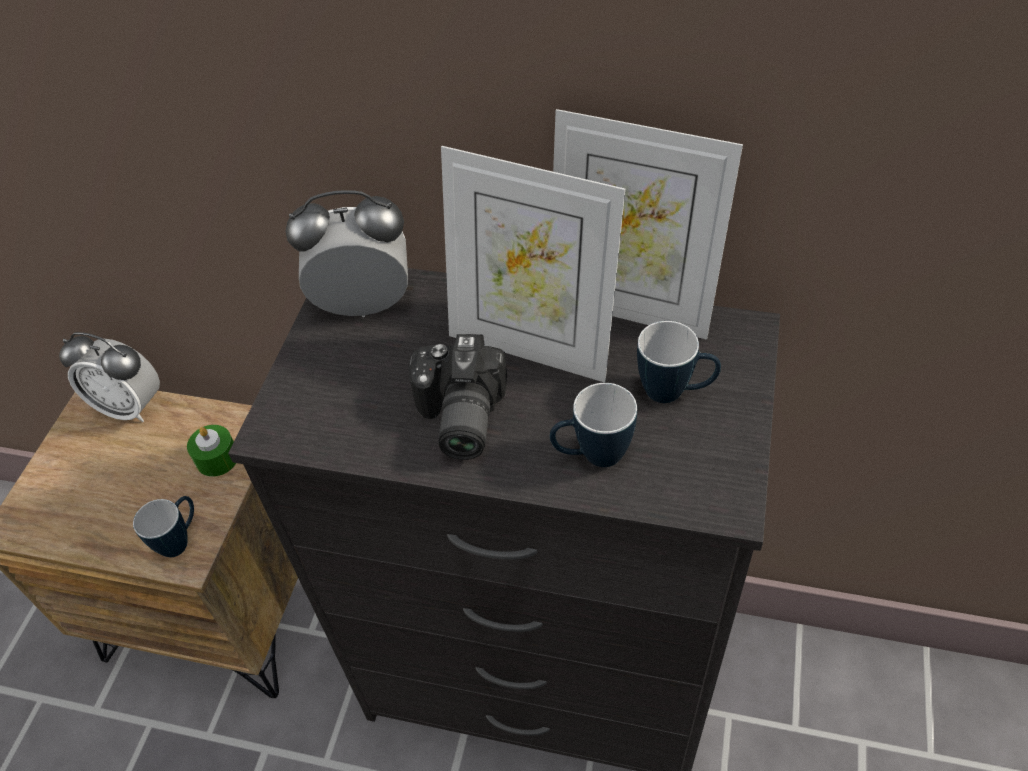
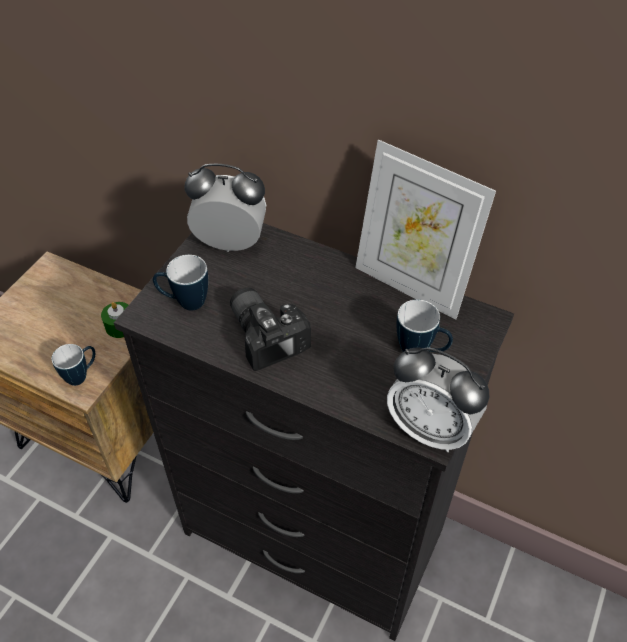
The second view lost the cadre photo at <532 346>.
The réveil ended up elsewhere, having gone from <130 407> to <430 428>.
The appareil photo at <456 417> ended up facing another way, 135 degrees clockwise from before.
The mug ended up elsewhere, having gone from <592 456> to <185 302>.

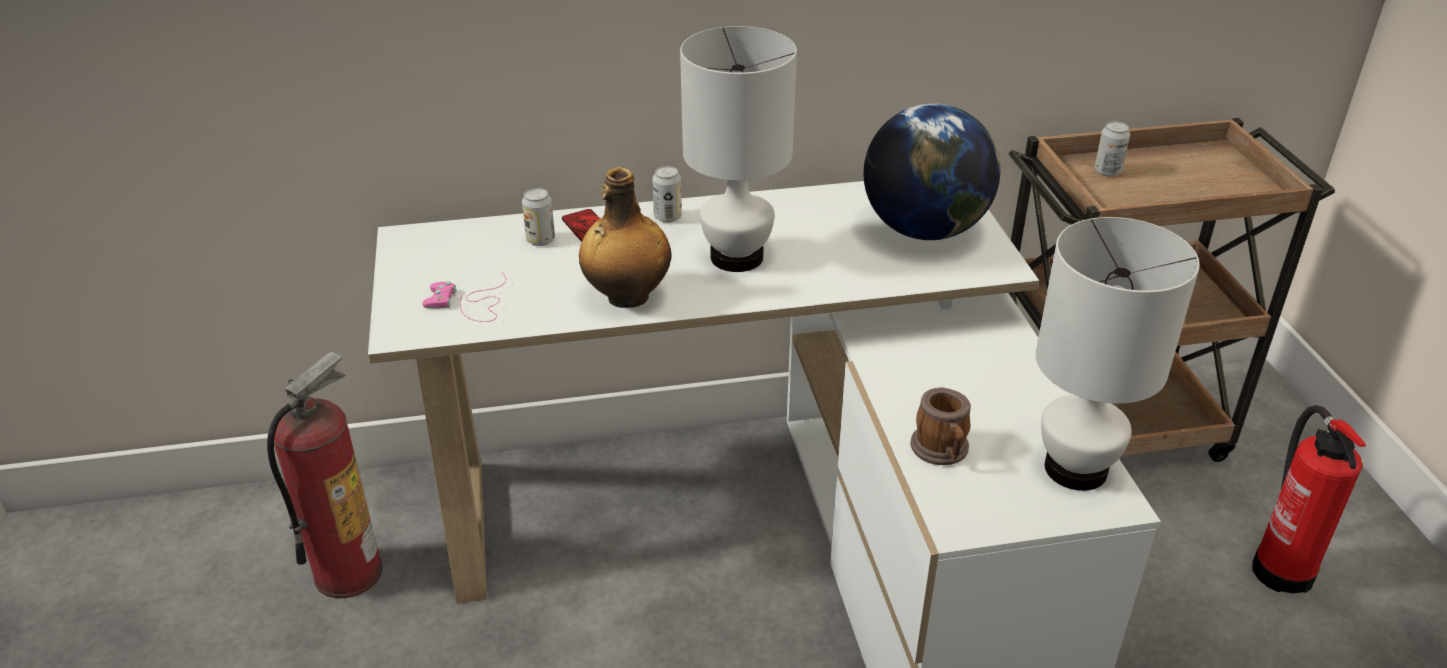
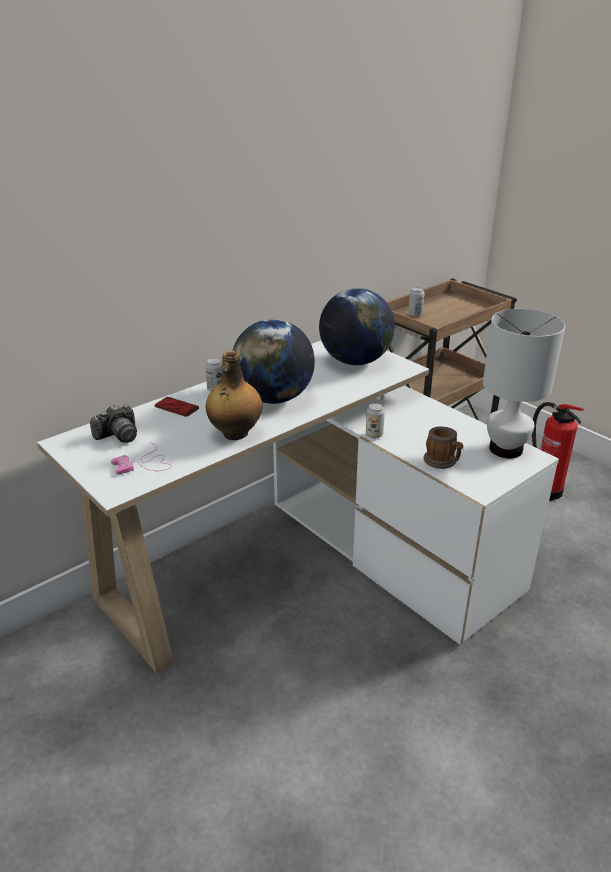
Where the lampe de table/blanc stood at <735 257>, the globe came to stand at <273 398>.
The boîte métallique ended up elsewhere, having gone from <540 240> to <374 435>.
The second view lost the extincteur at <348 572>.
The second view gained the appareil photo at <118 435>.

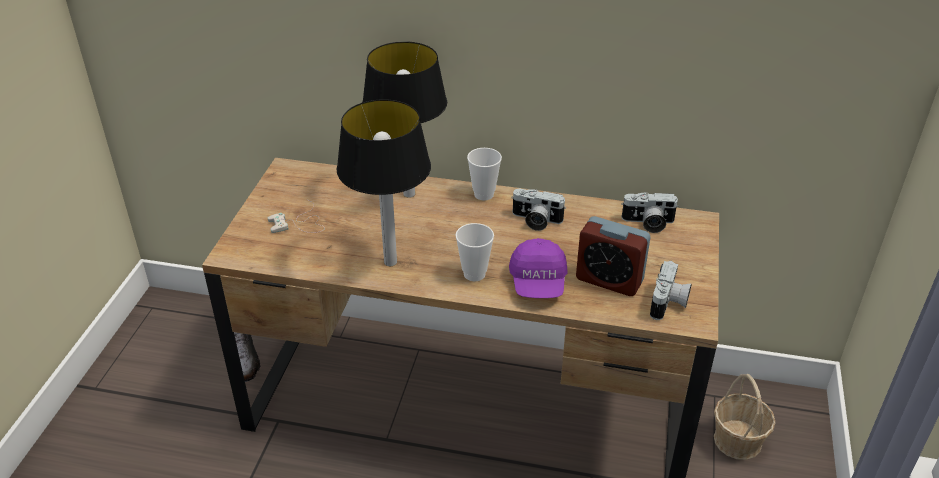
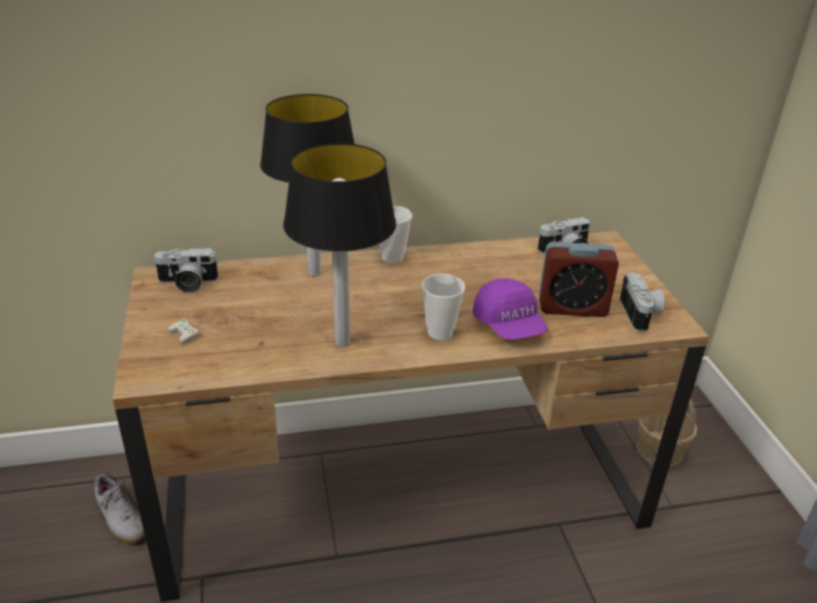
The appareil photo ended up elsewhere, having gone from <535 221> to <187 283>.

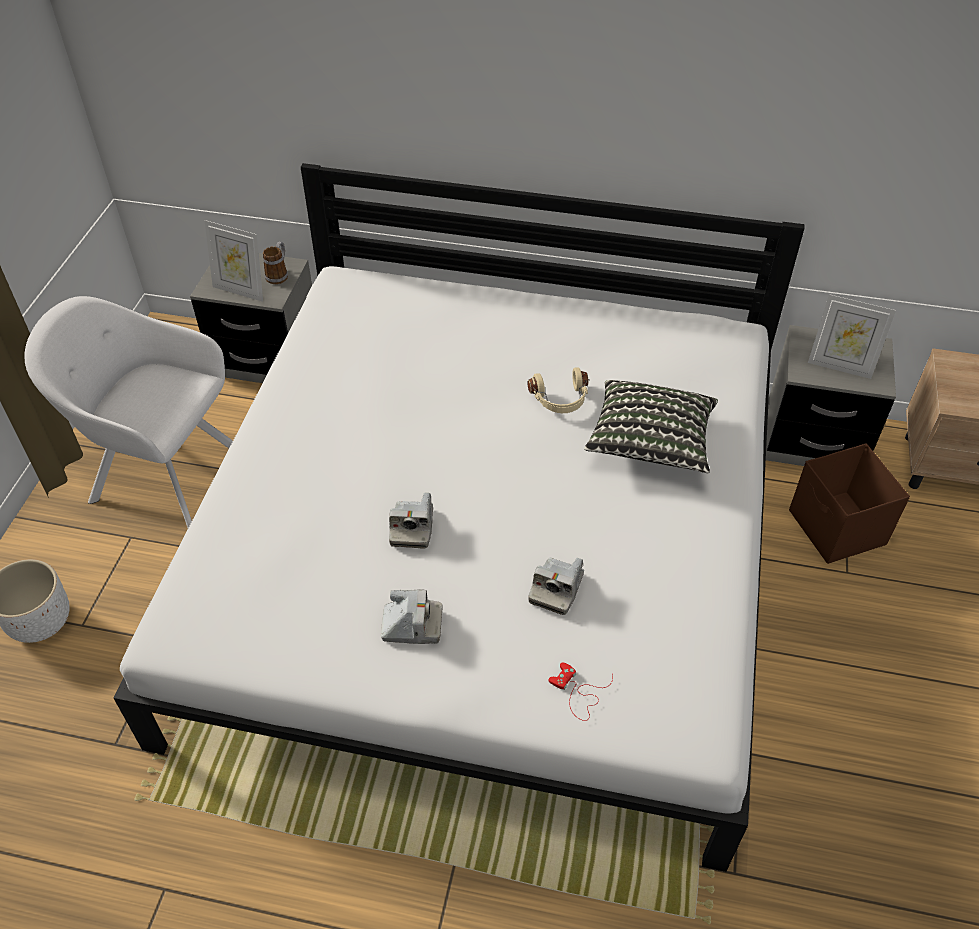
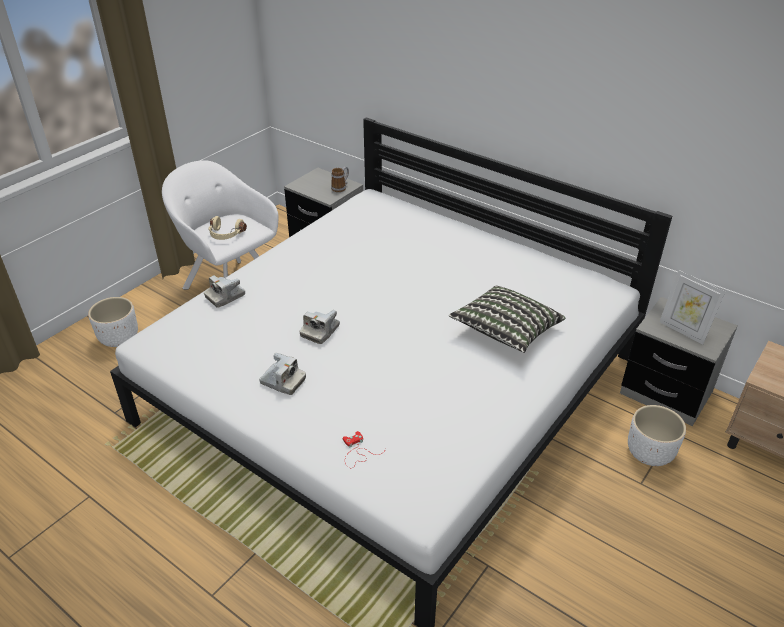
The second view lost the cadre photo at <240 290>.
The casque audio/beige ended up elsewhere, having gone from <560 400> to <225 235>.
Where the boîte de rangement/marron stood at <836 529>, the cache-pot/blanc came to stand at <650 453>.
The appareil photo ended up elsewhere, having gone from <556 589> to <225 296>.

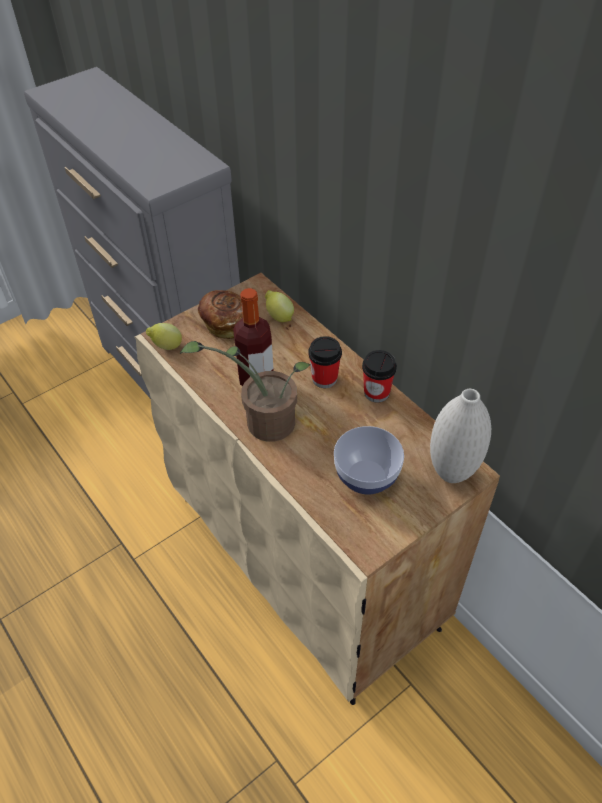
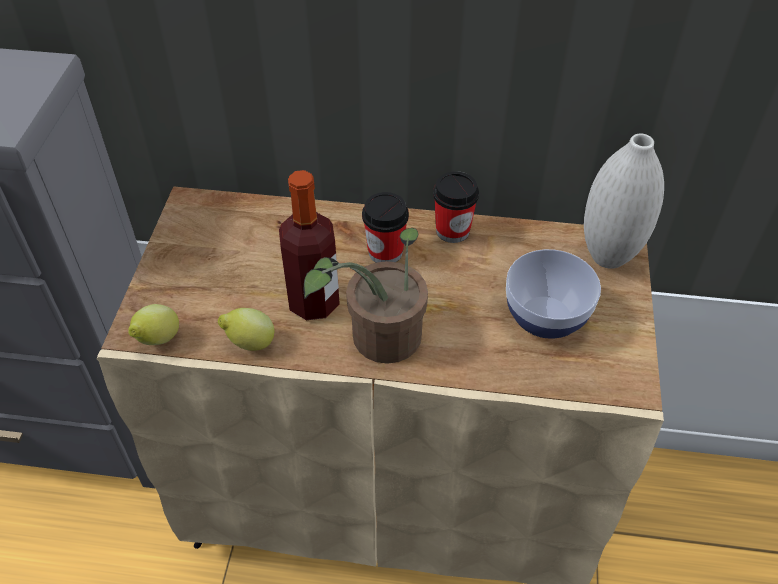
The second view lost the pain at <226 323>.
The citron ended up elsewhere, having gone from <279 317> to <249 343>.

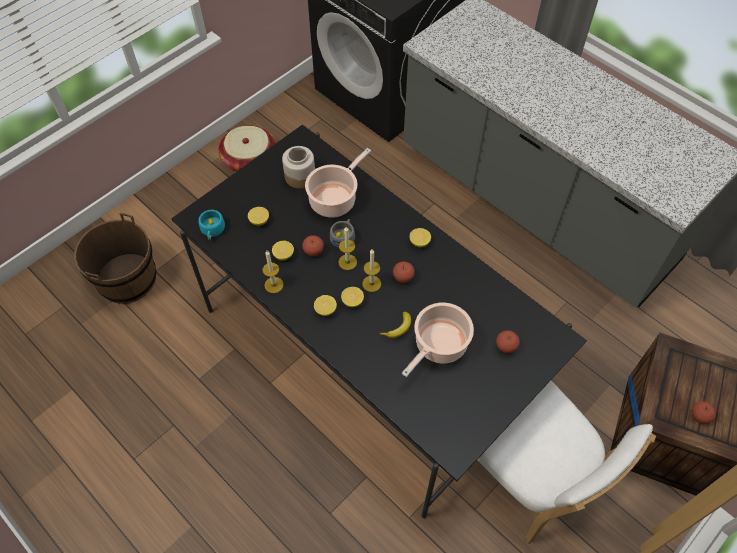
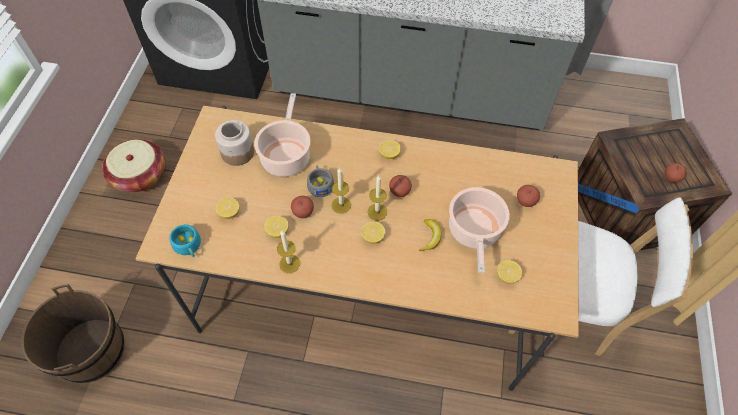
What was the table à manger/noir at <368 351> turned into the table à manger/beige at <367 281>.
The citron ended up elsewhere, having gone from <325 310> to <507 276>.

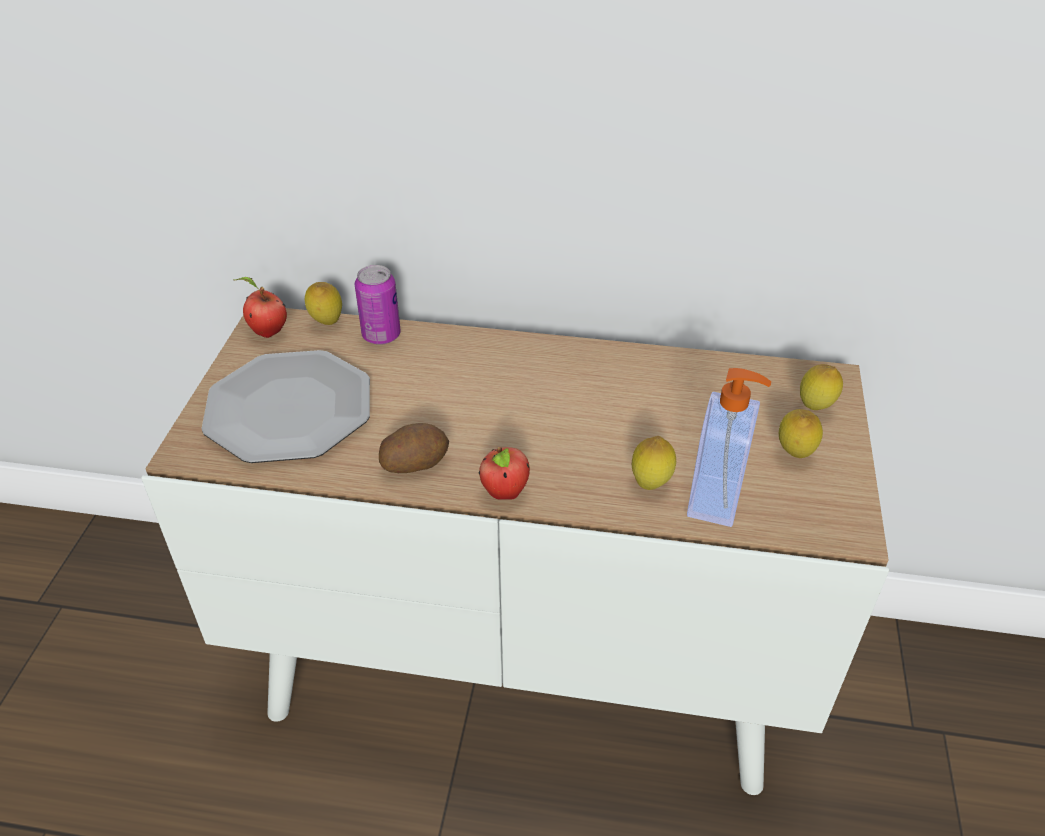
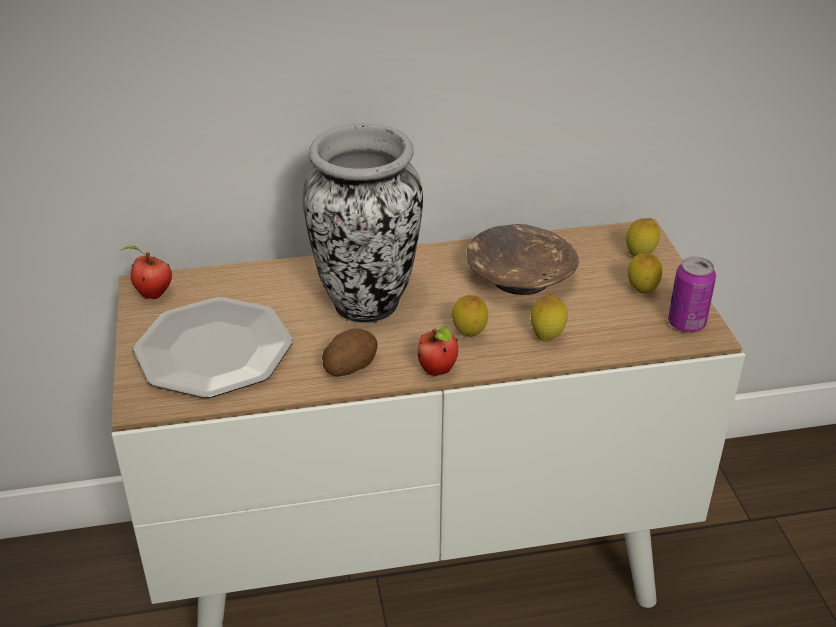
The boîte métallique ended up elsewhere, having gone from <381 335> to <686 324>.
The citron ended up elsewhere, having gone from <327 323> to <469 335>.
The second view lost the distributeur de savon at <717 501>.
The second view gained the vase at <367 303>.
The second view gained the bol/marron at <519 278>.

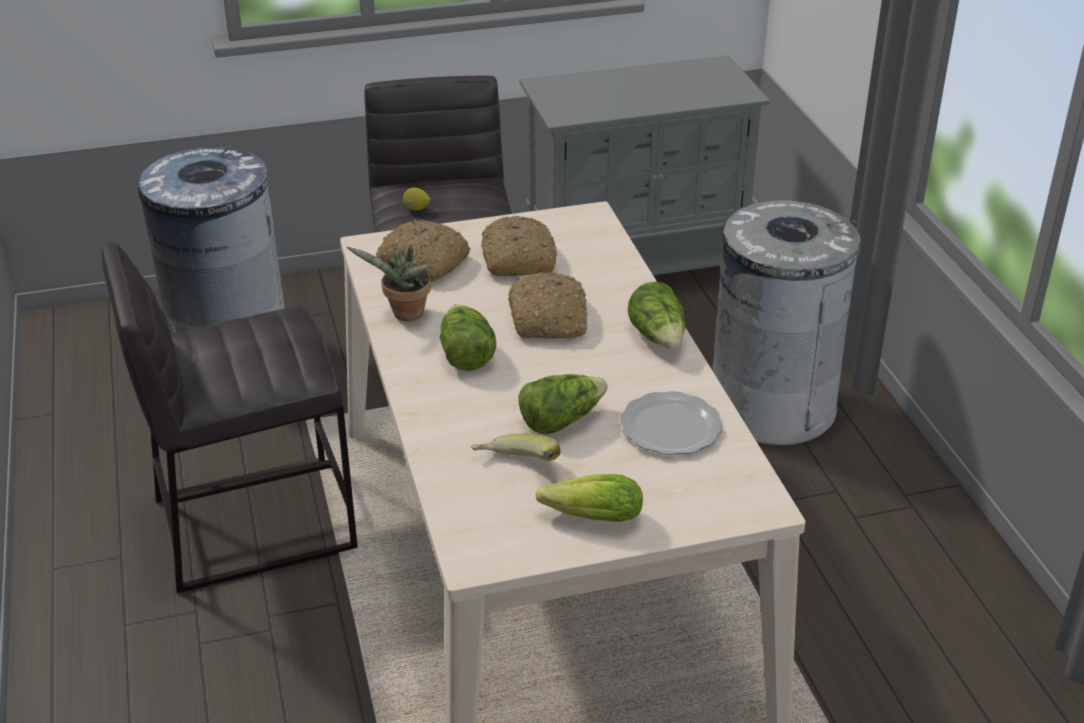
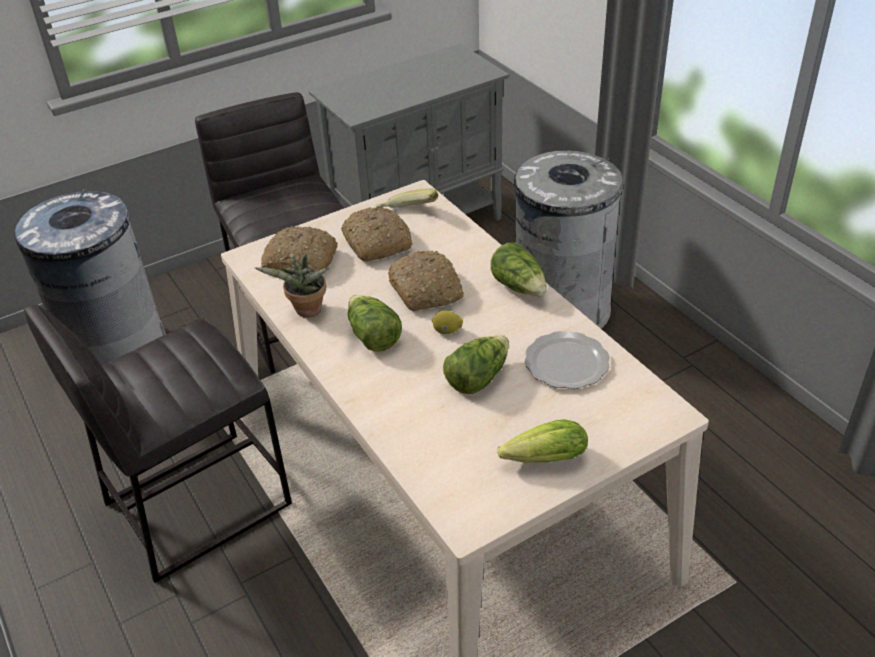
The citron ended up elsewhere, having gone from <416 209> to <447 331>.
The banane ended up elsewhere, having gone from <515 468> to <407 214>.

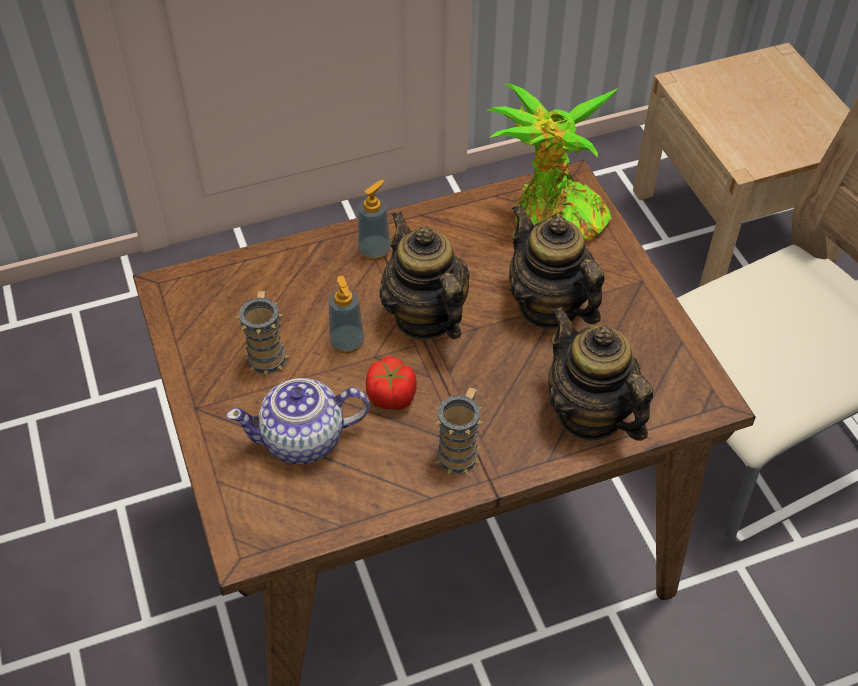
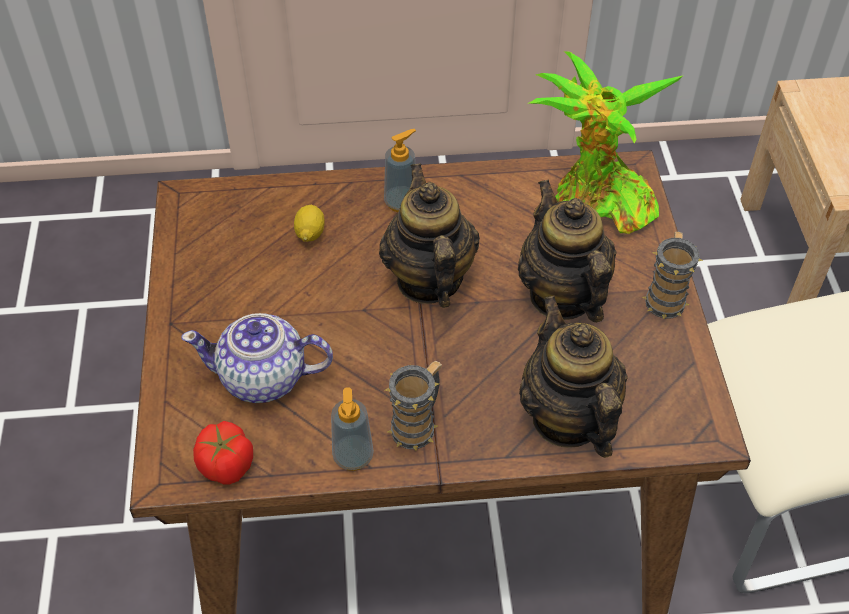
The distributeur de savon ended up elsewhere, having gone from <347 342> to <353 456>.
The mug ended up elsewhere, having gone from <267 353> to <665 297>.
The tomate ended up elsewhere, having gone from <392 396> to <226 465>.
The second view gained the citron at <310 233>.

